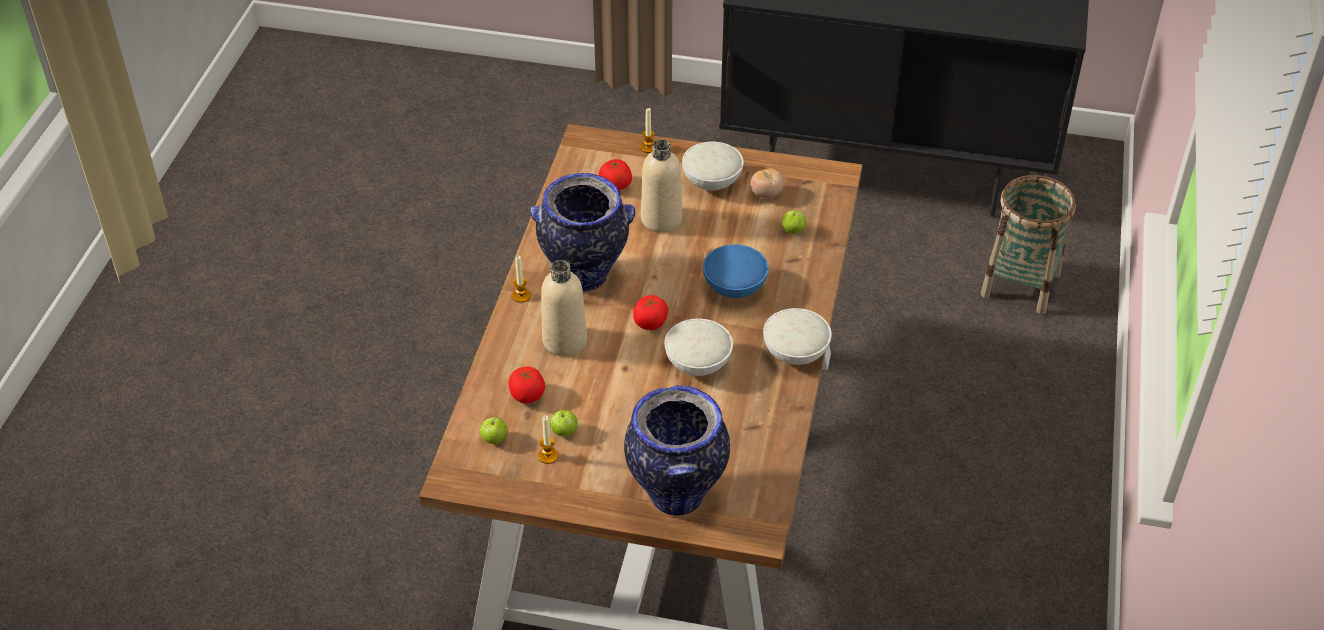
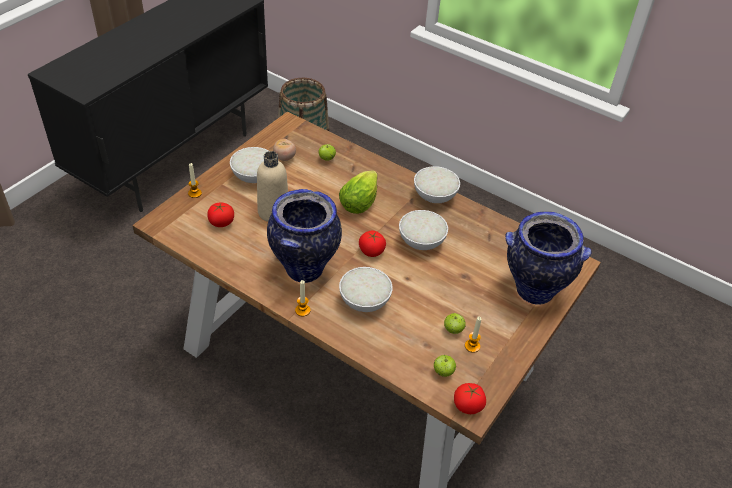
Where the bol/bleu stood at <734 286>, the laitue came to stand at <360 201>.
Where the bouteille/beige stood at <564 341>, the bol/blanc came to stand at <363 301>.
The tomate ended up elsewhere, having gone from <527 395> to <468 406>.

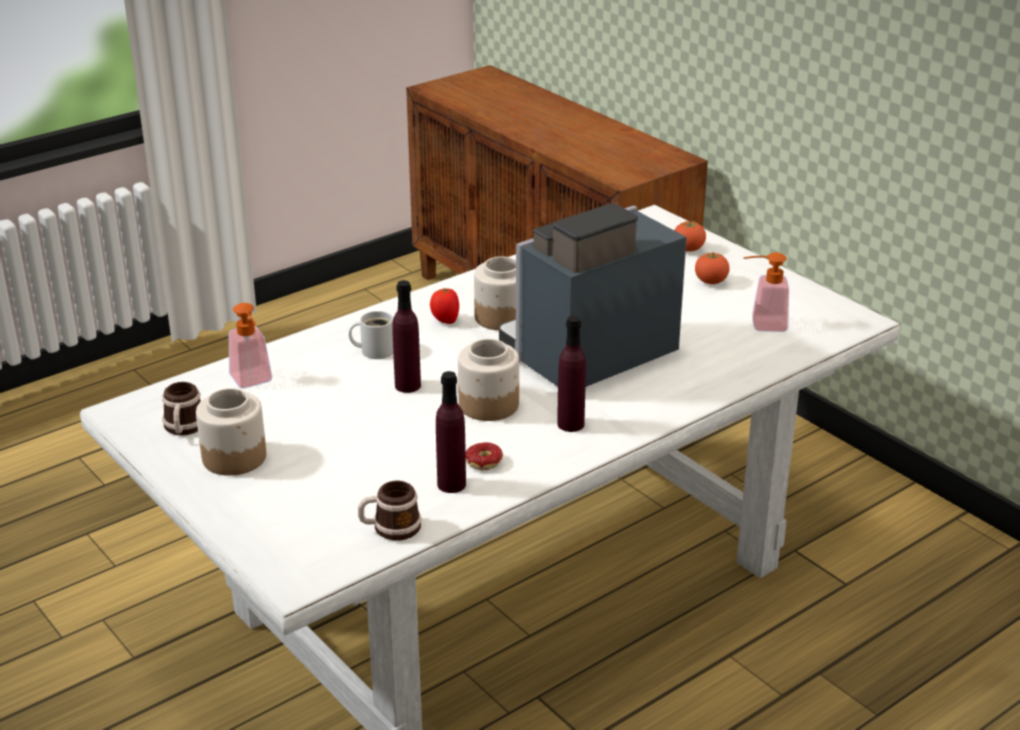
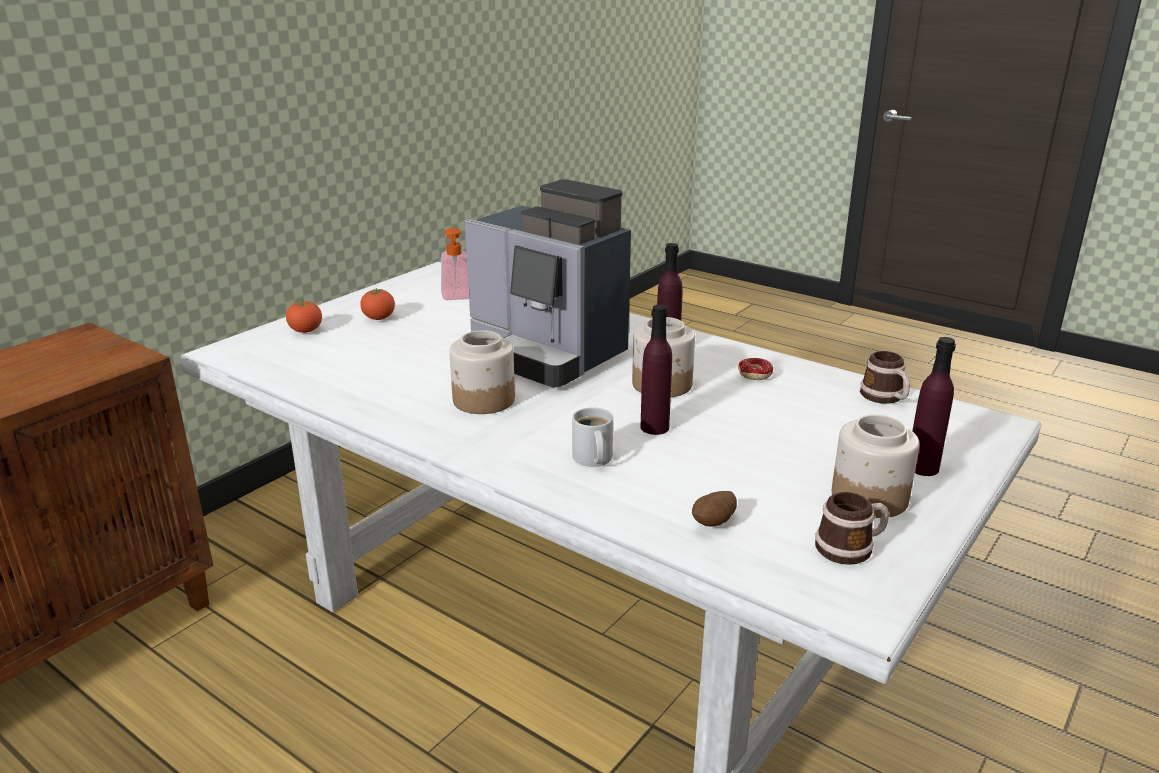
The second view lost the tomate at <445 321>.
Where the distributeur de savon stood at <253 382>, the pomme de terre came to stand at <713 524>.
The bouteille/violet ended up elsewhere, having gone from <451 484> to <922 467>.

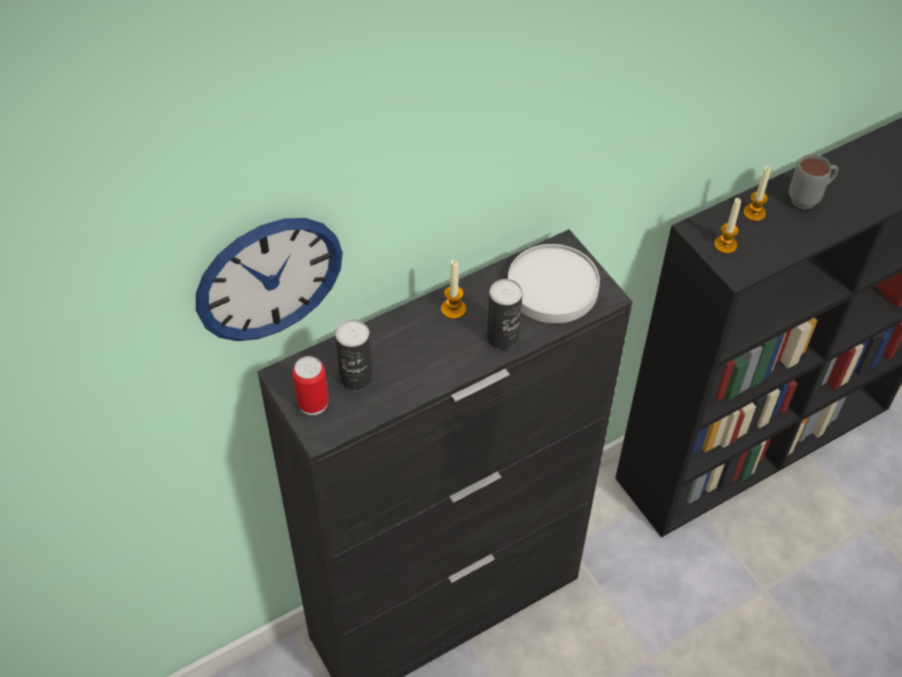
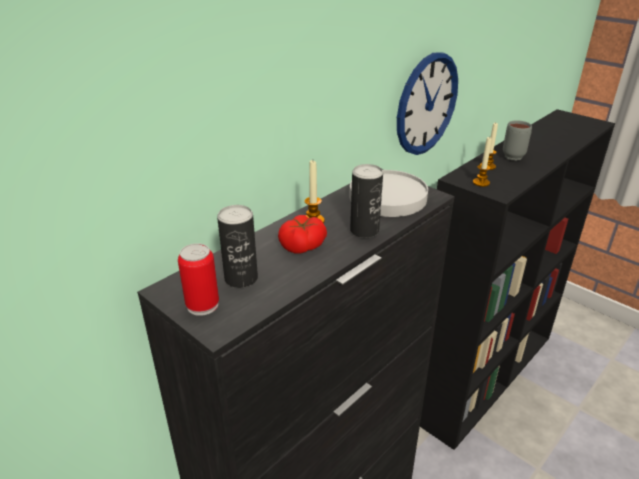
The horloge murale ended up elsewhere, having gone from <269 279> to <427 104>.
The second view gained the tomate at <303 245>.

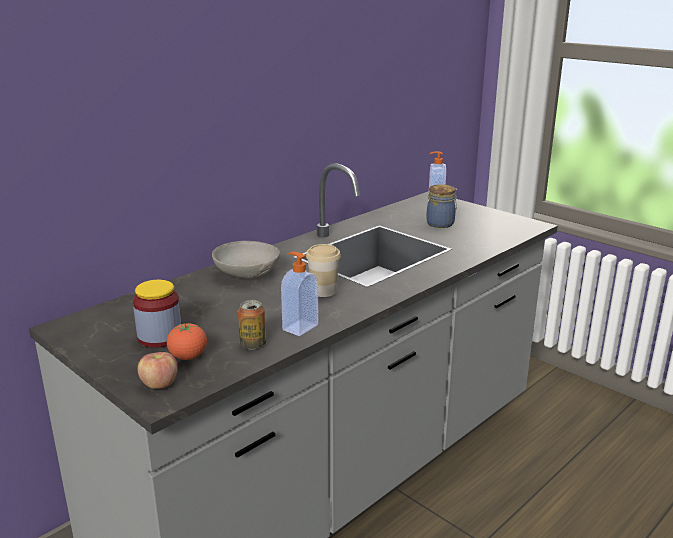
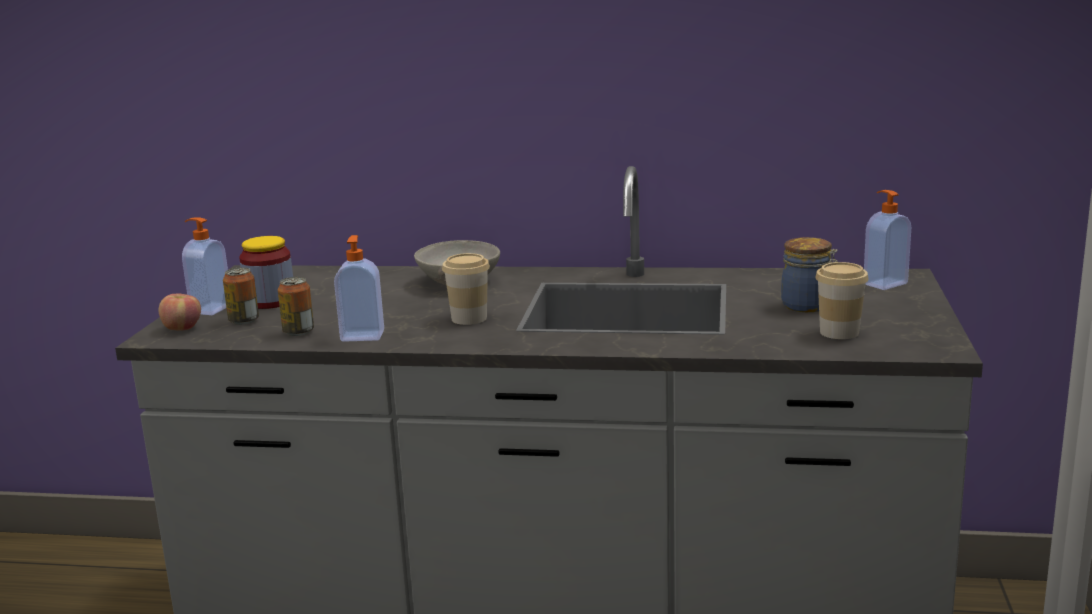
Where the tomate stood at <188 357>, the boîte métallique came to stand at <244 321>.
The second view gained the distributeur de savon at <210 309>.
The second view gained the tasse at <839 332>.

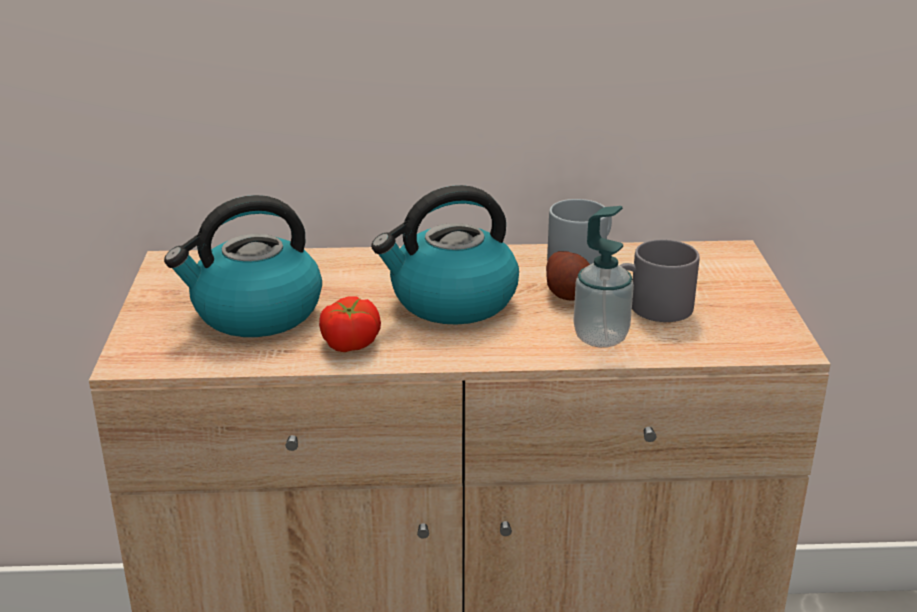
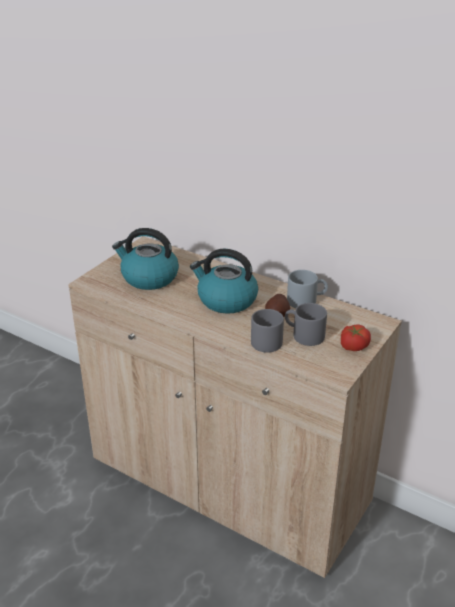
Where the distributeur de savon stood at <600 337>, the mug/gris came to stand at <264 339>.
The tomate ended up elsewhere, having gone from <349 343> to <353 346>.

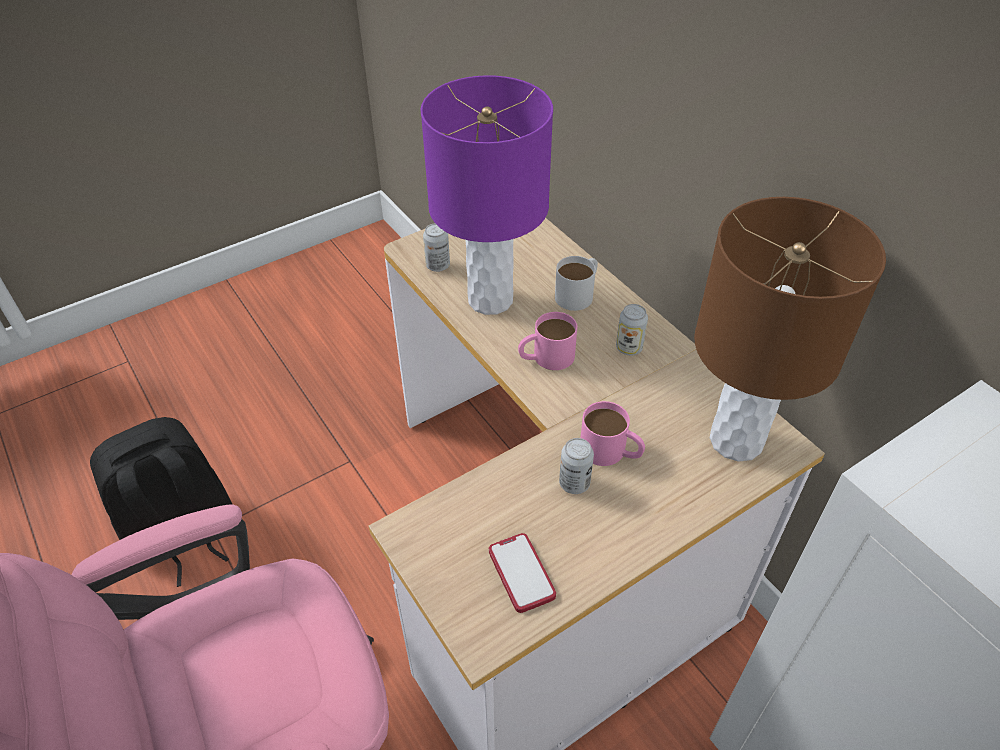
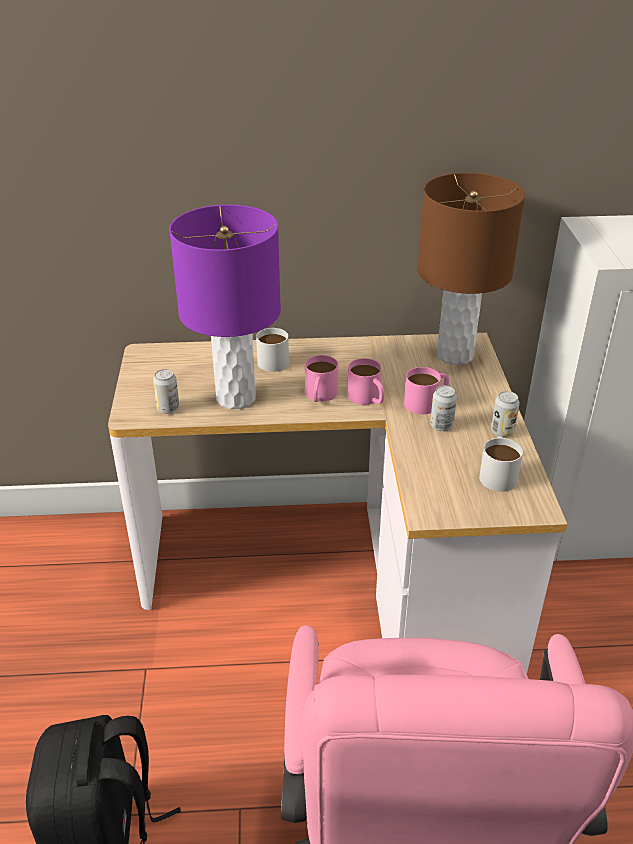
The boîte métallique ended up elsewhere, having gone from <629 348> to <502 432>.
Where the téléphone stood at <521 573>, the mug/blanc came to stand at <498 473>.
The second view gained the mug/rose at <368 398>.

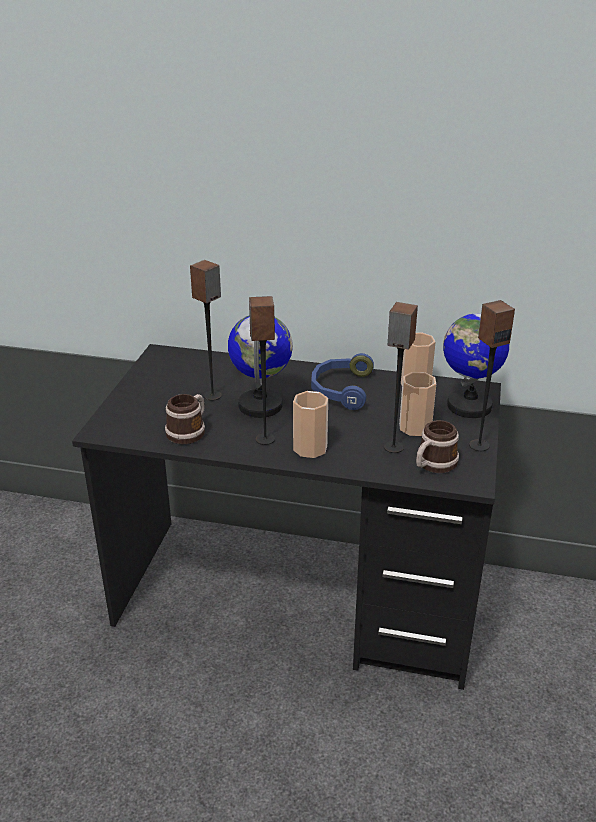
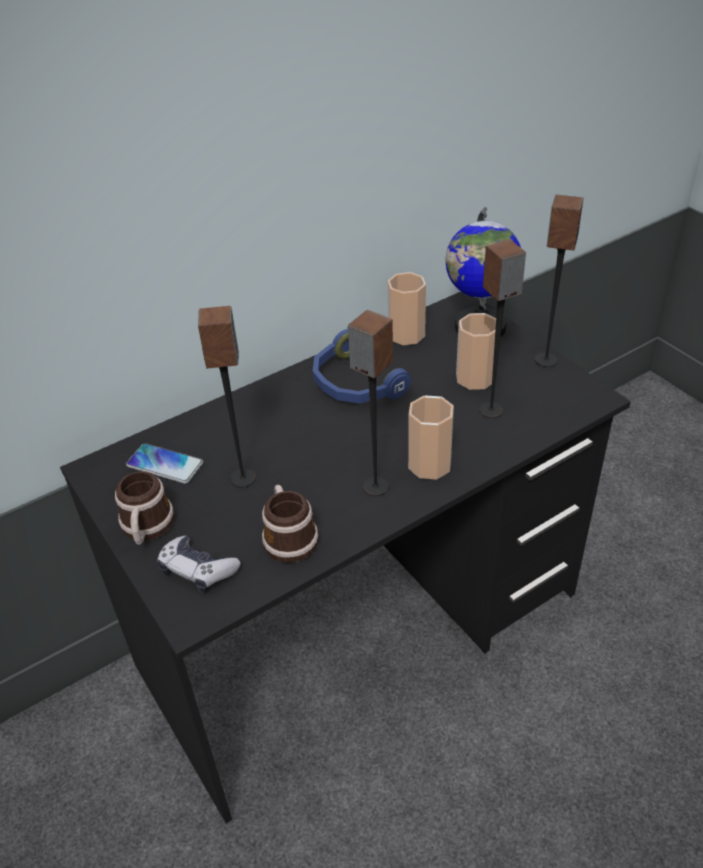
The second view lost the globe at <261 405>.
The mug ended up elsewhere, having gone from <433 465> to <147 528>.
The second view gained the téléphone at <165 464>.
The second view gained the manette at <198 570>.

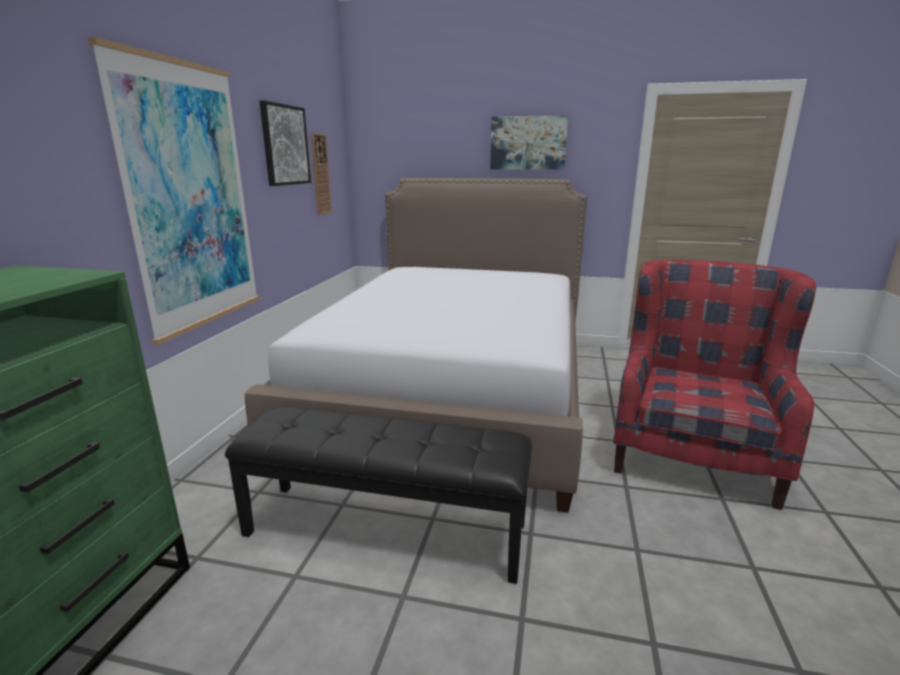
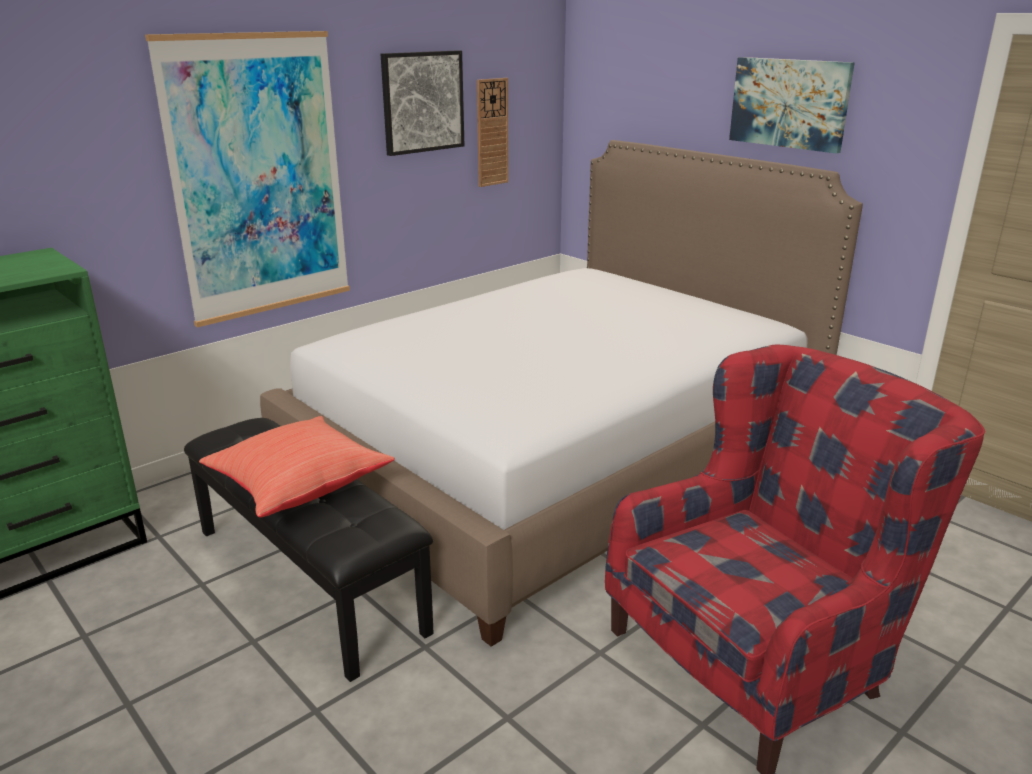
The second view gained the coussin/rouge at <298 486>.

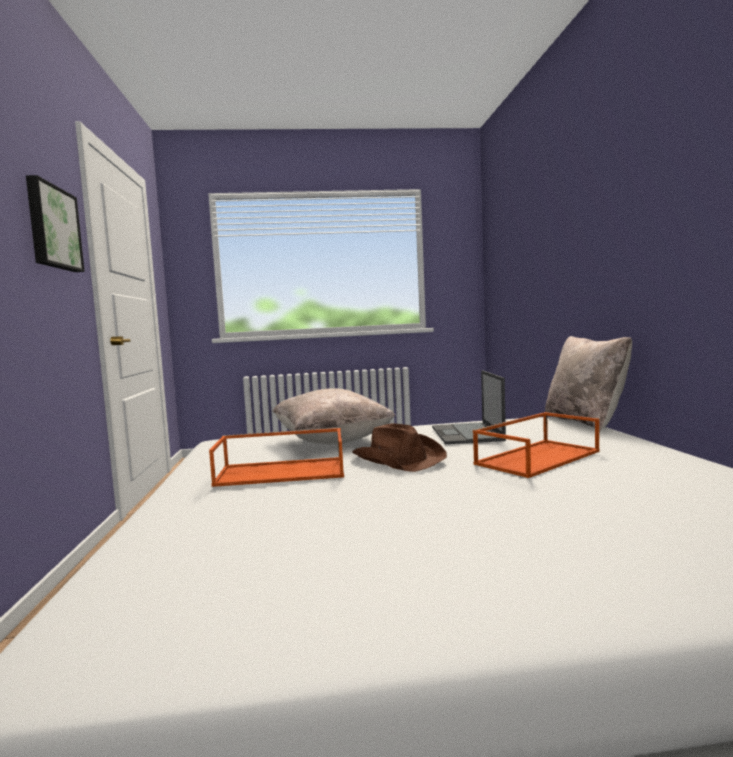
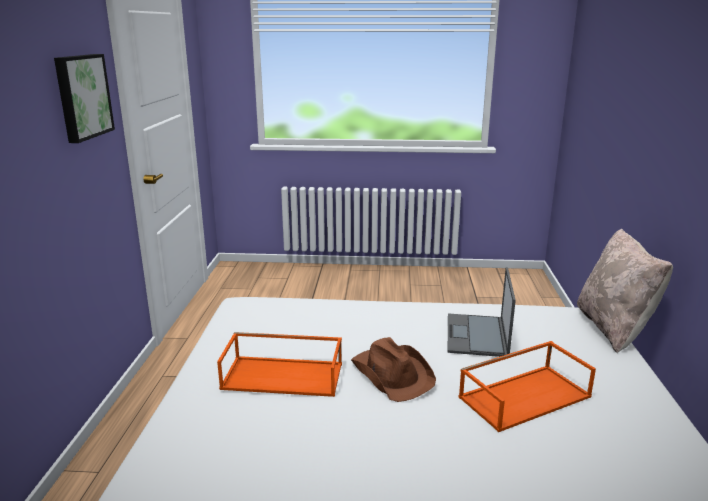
The second view lost the coussin/beige at <331 442>.

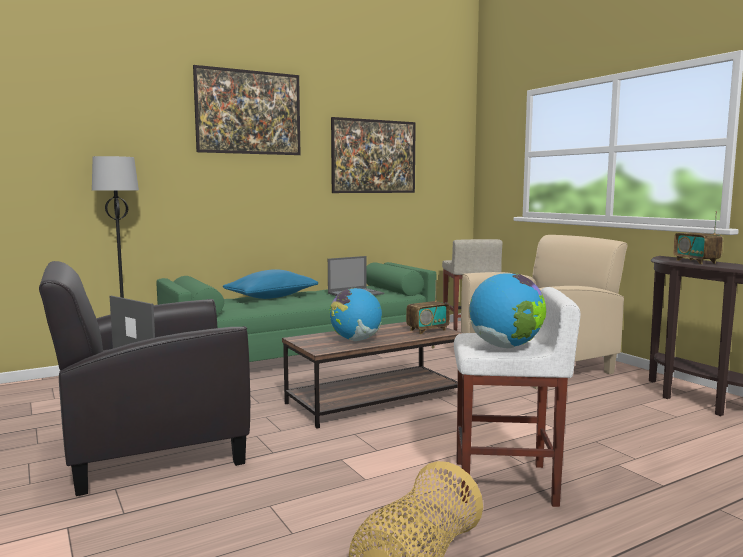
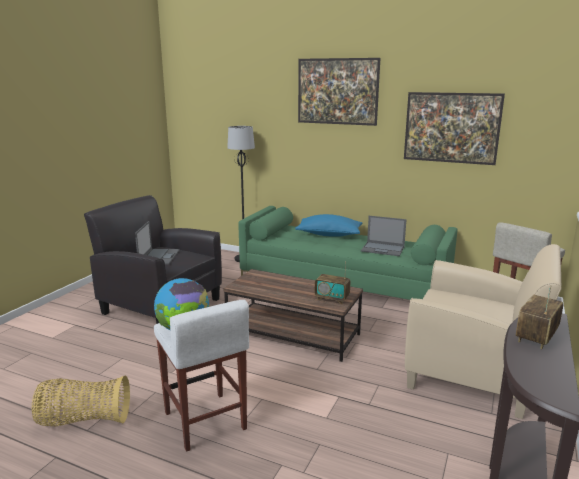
The second view lost the globe at <355 340>.

